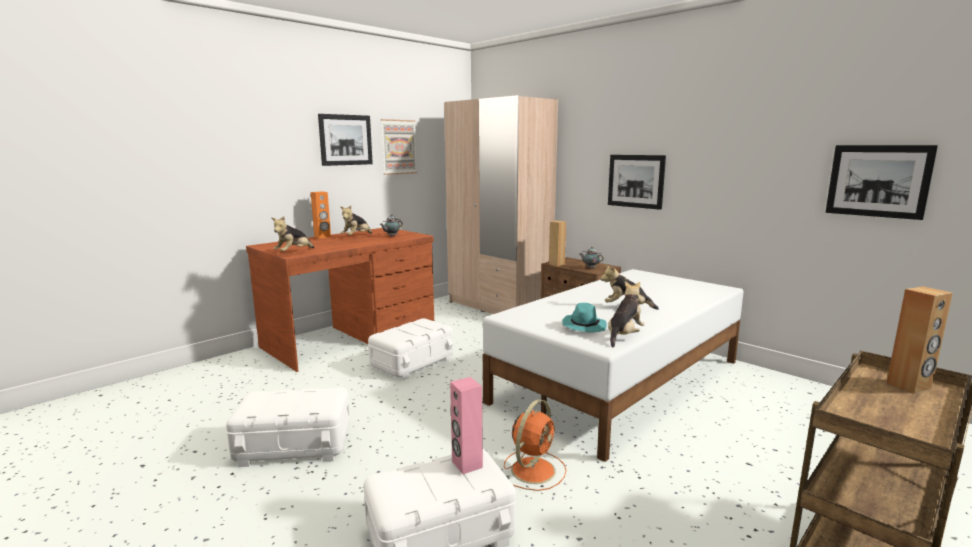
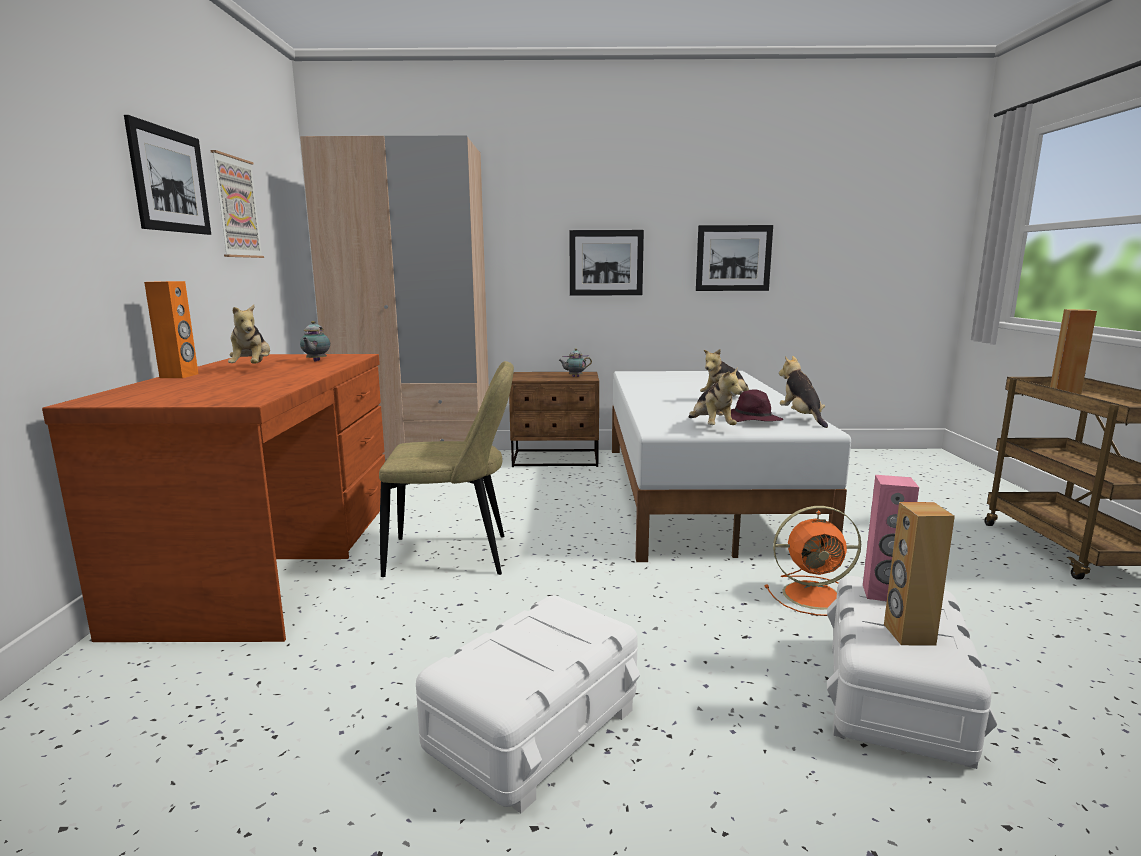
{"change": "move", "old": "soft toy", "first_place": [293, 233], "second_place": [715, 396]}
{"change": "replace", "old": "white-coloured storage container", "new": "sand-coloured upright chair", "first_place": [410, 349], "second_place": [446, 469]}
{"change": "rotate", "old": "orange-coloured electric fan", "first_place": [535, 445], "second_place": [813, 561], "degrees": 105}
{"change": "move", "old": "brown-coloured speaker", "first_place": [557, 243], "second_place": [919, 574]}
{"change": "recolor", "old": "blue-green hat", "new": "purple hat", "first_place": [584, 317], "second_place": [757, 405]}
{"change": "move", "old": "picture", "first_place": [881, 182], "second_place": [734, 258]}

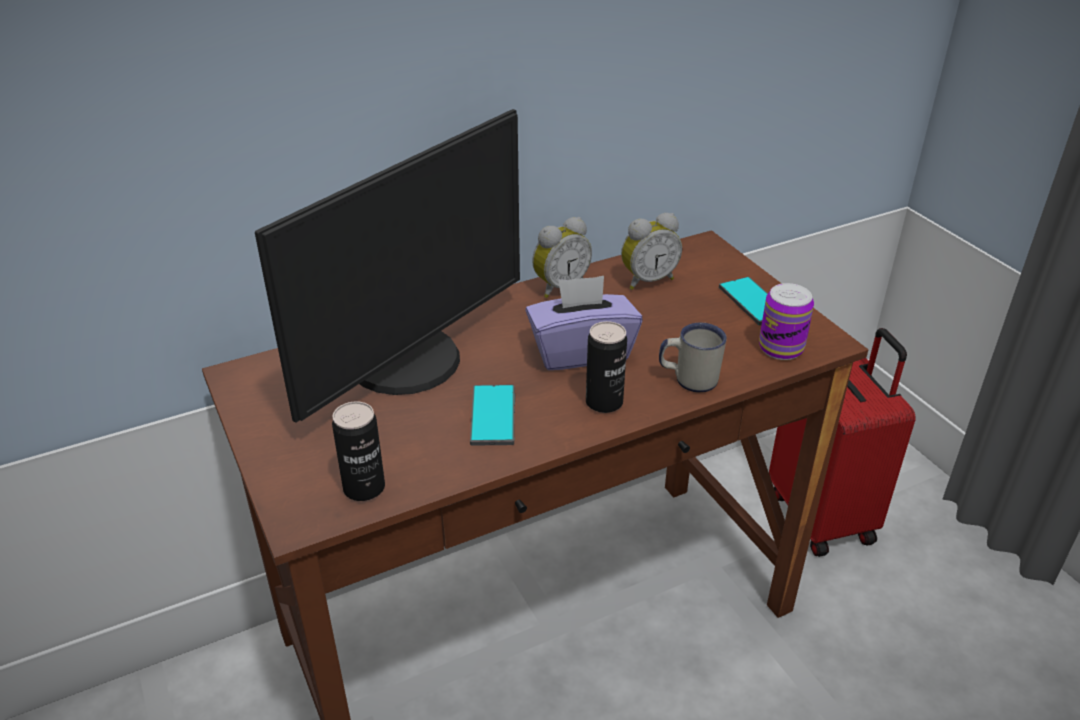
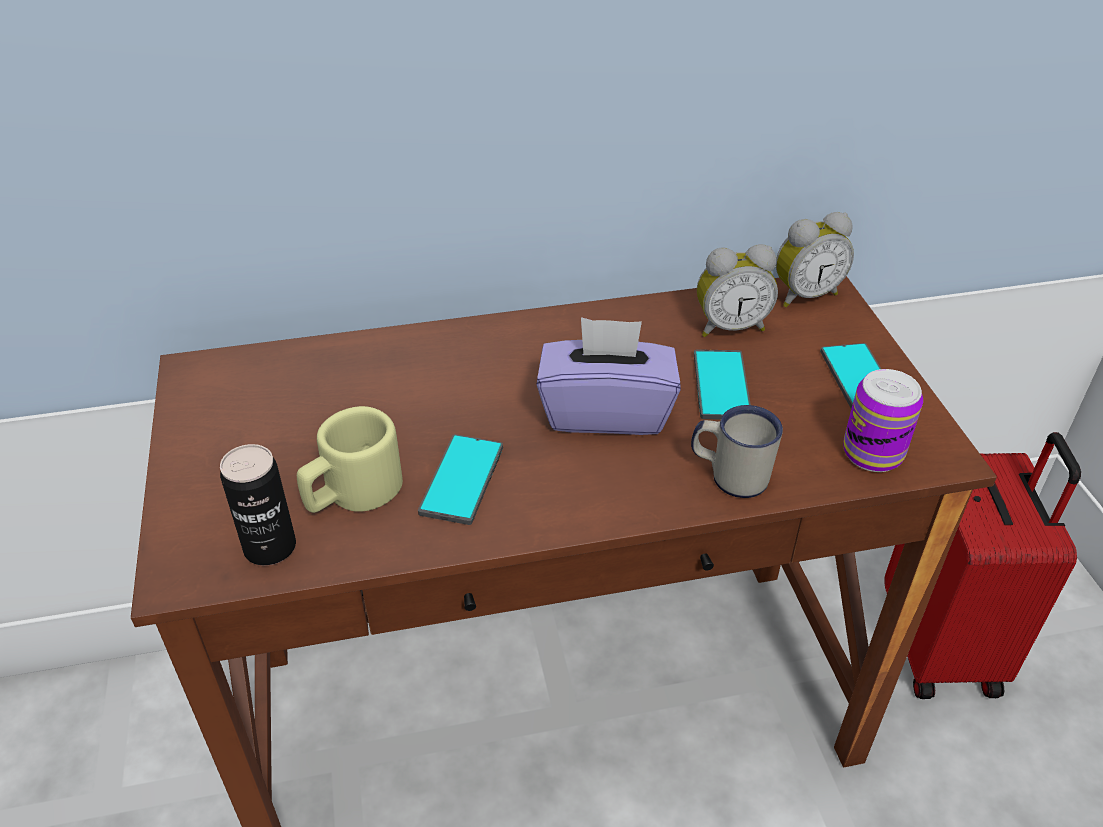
{"change": "delete", "old": "computer display", "first_place": [387, 266]}
{"change": "move", "old": "alarm clock", "first_place": [562, 257], "second_place": [815, 260]}
{"change": "delete", "old": "sealed can", "first_place": [606, 367]}
{"change": "insert", "new": "sand-coloured mug", "second_place": [350, 459]}
{"change": "insert", "new": "phone", "second_place": [722, 384]}

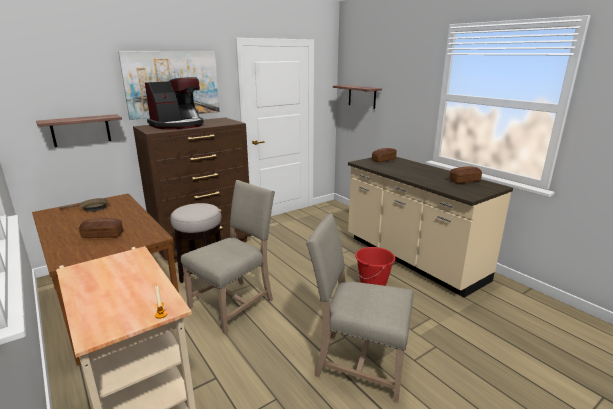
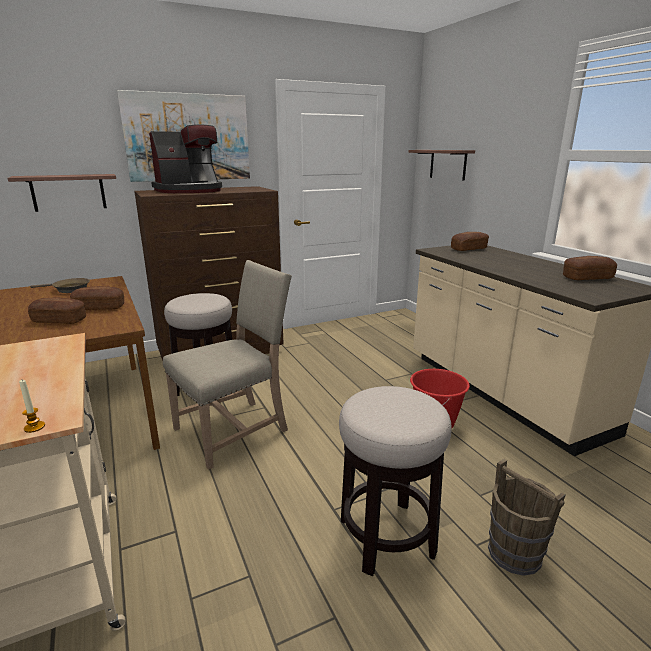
{"change": "replace", "old": "sand-coloured upright chair", "new": "stool seat", "first_place": [359, 308], "second_place": [395, 481]}
{"change": "insert", "new": "bakery bread", "second_place": [97, 298]}
{"change": "insert", "new": "brown-coloured water bucket", "second_place": [527, 517]}

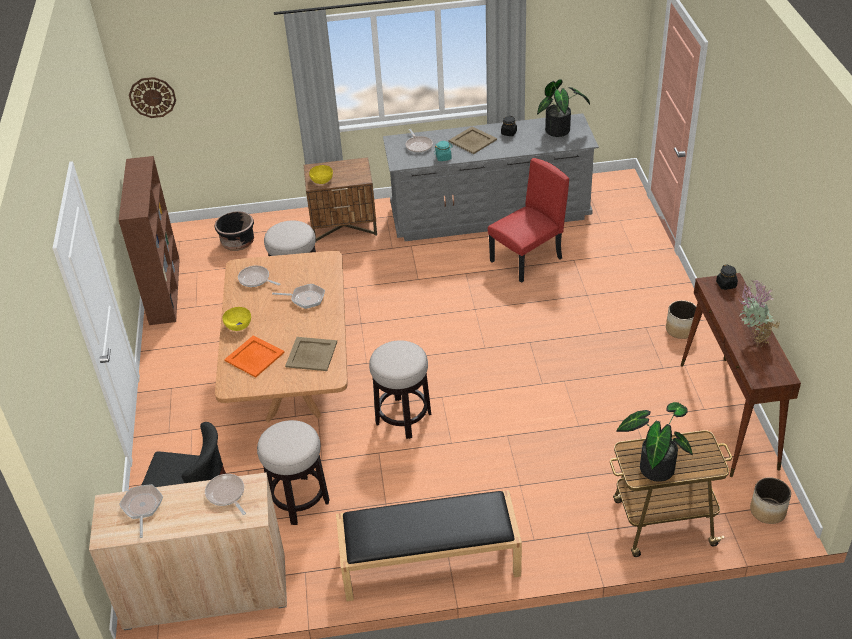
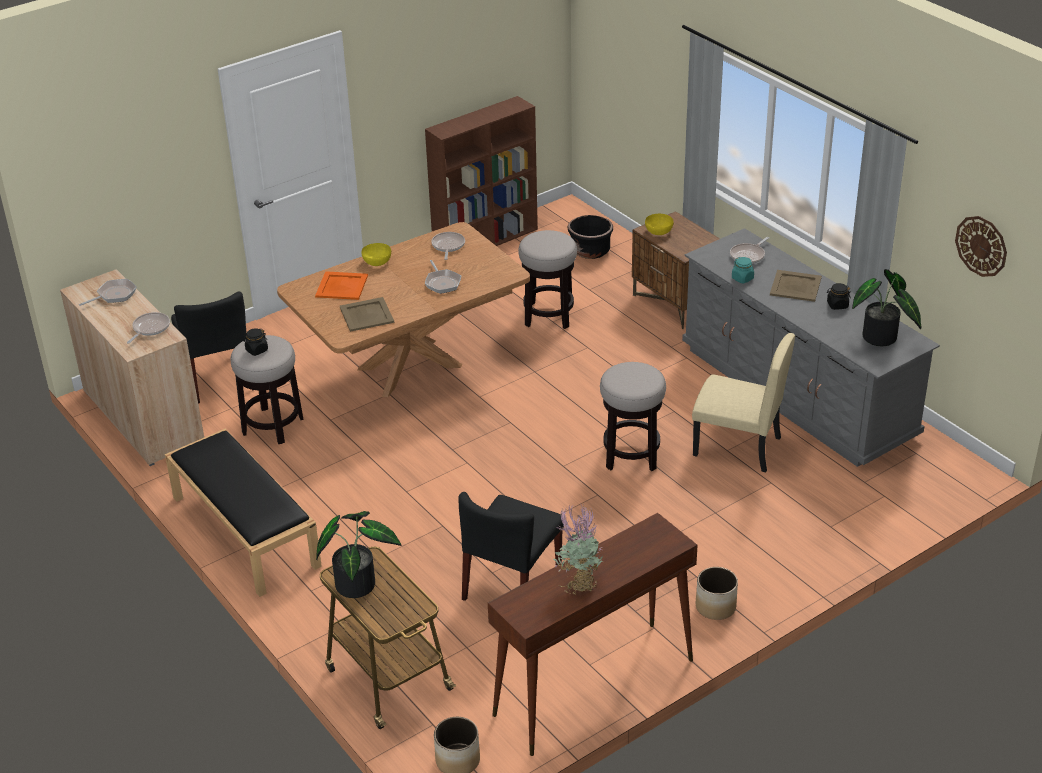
{"change": "move", "old": "wall clock", "first_place": [152, 97], "second_place": [981, 246]}
{"change": "move", "old": "stool seat", "first_place": [400, 389], "second_place": [633, 416]}
{"change": "recolor", "old": "red upright chair", "new": "sand-coloured upright chair", "first_place": [528, 220], "second_place": [743, 403]}
{"change": "move", "old": "blackish preserve jar", "first_place": [727, 277], "second_place": [256, 342]}
{"change": "insert", "new": "blackish upright chair", "second_place": [511, 546]}

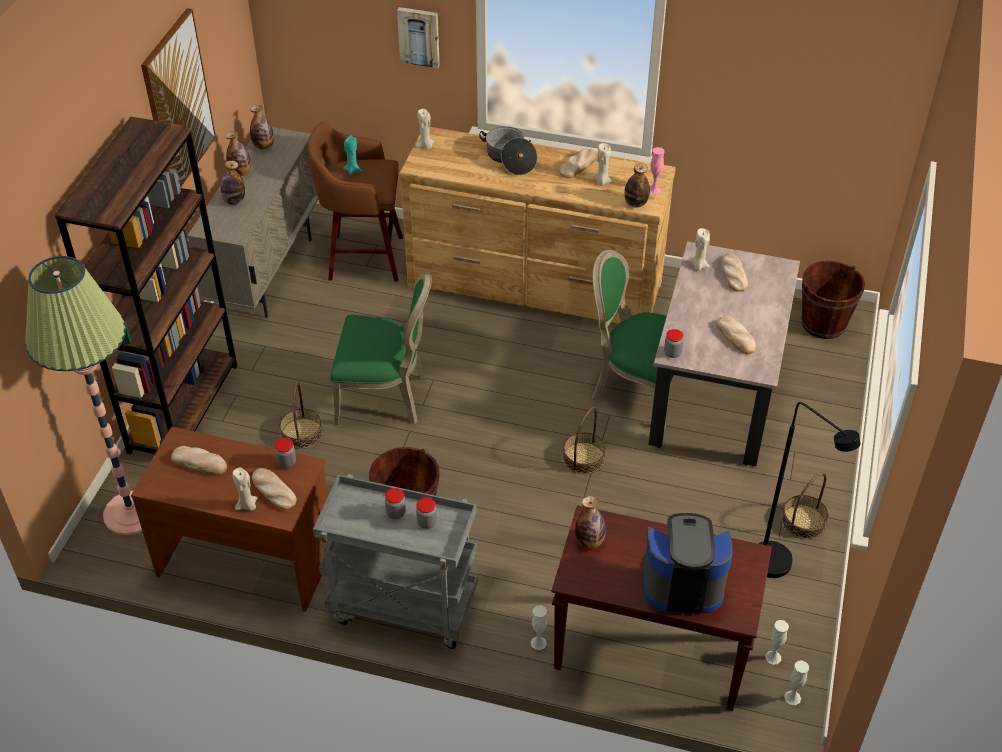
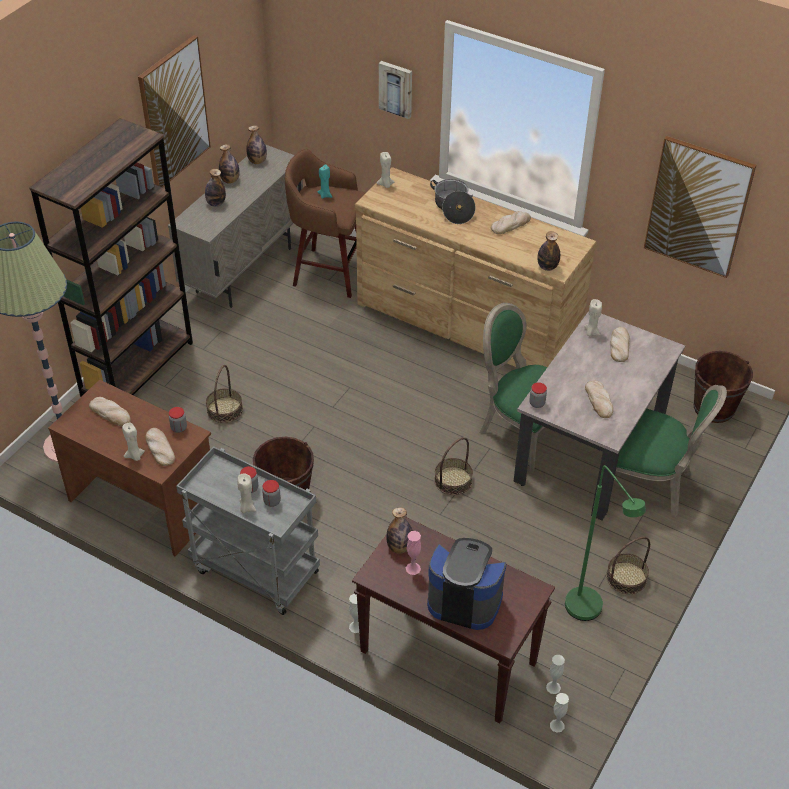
{"change": "move", "old": "green upright chair", "first_place": [381, 349], "second_place": [671, 451]}
{"change": "move", "old": "sand-coloured wax candle", "first_place": [603, 164], "second_place": [246, 493]}
{"change": "move", "old": "pink flower vase", "first_place": [657, 170], "second_place": [413, 553]}
{"change": "recolor", "old": "blackish standard lamp", "new": "green standard lamp", "first_place": [809, 490], "second_place": [605, 543]}
{"change": "insert", "new": "picture", "second_place": [700, 207]}

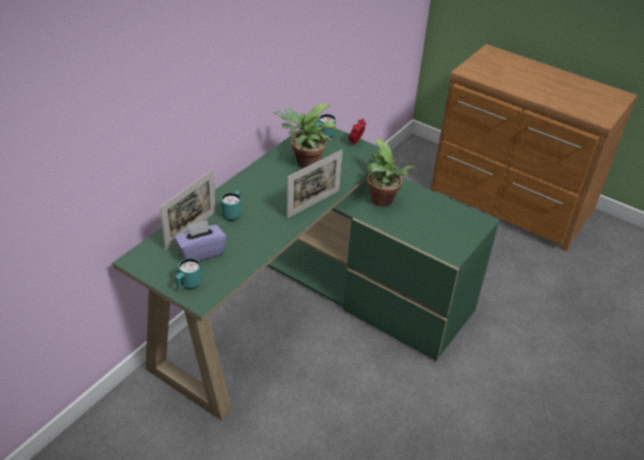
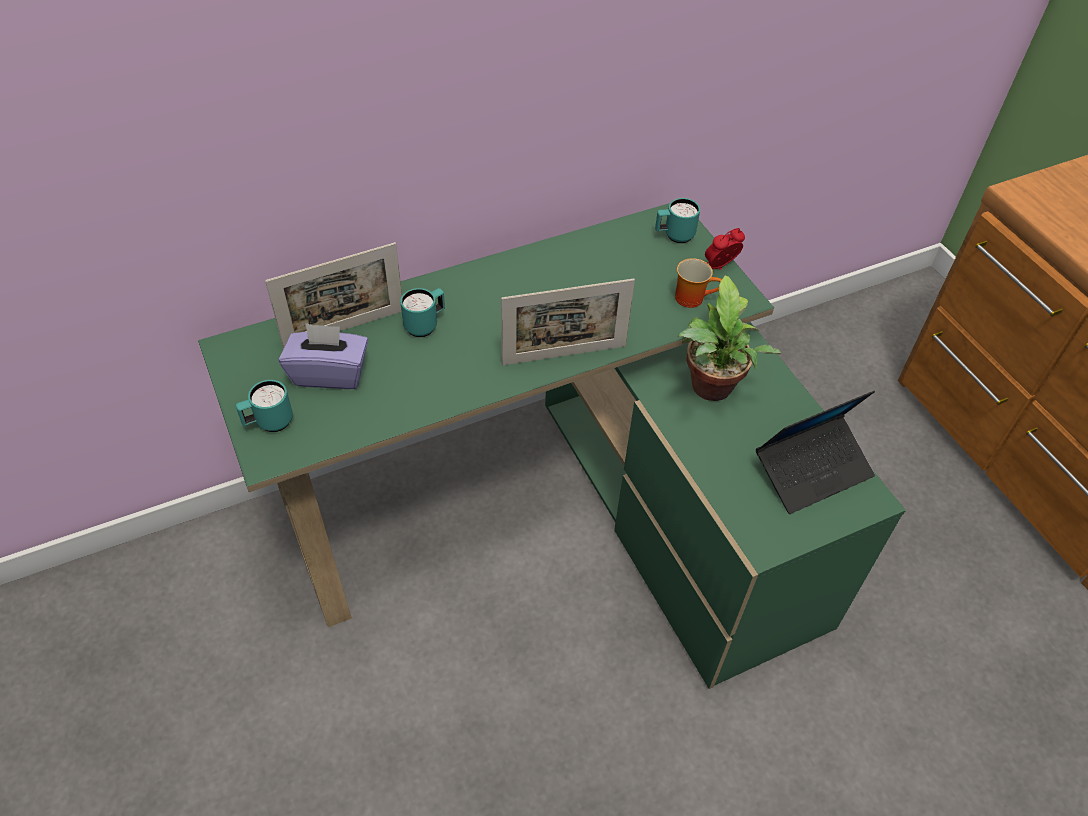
{"change": "delete", "old": "houseplant", "first_place": [305, 136]}
{"change": "insert", "new": "mug", "second_place": [698, 283]}
{"change": "insert", "new": "portable computer", "second_place": [815, 452]}

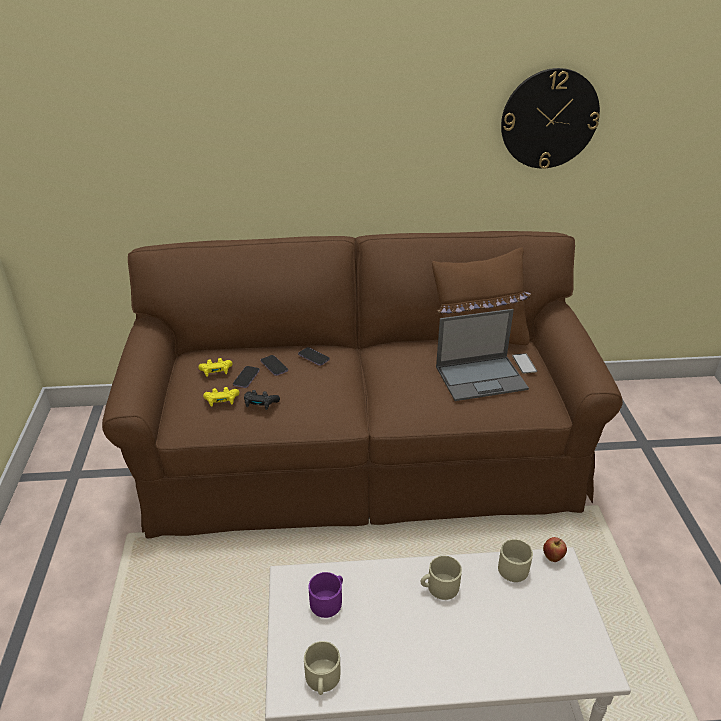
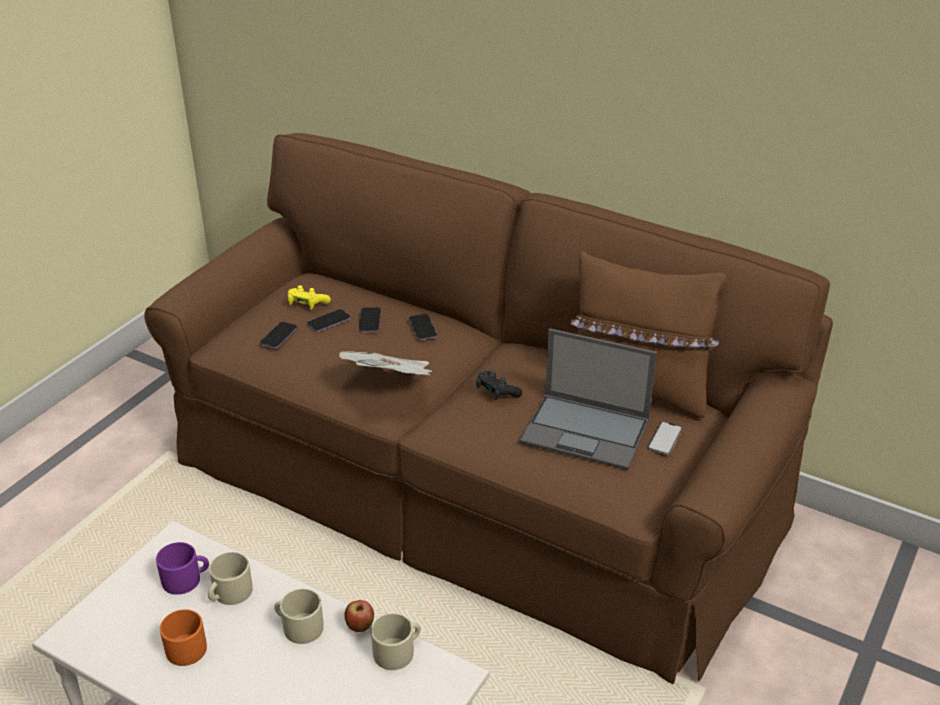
{"change": "replace", "old": "yellowish gamepad", "new": "phone", "first_place": [221, 397], "second_place": [279, 335]}
{"change": "move", "old": "blackish gamepad", "first_place": [262, 400], "second_place": [499, 385]}
{"change": "move", "old": "sand-coloured mug", "first_place": [322, 668], "second_place": [230, 578]}
{"change": "delete", "old": "wall clock", "first_place": [550, 118]}
{"change": "move", "old": "whole apple", "first_place": [555, 549], "second_place": [359, 616]}
{"change": "insert", "new": "orange-coloured mug", "second_place": [183, 637]}
{"change": "insert", "new": "printed paper", "second_place": [385, 363]}

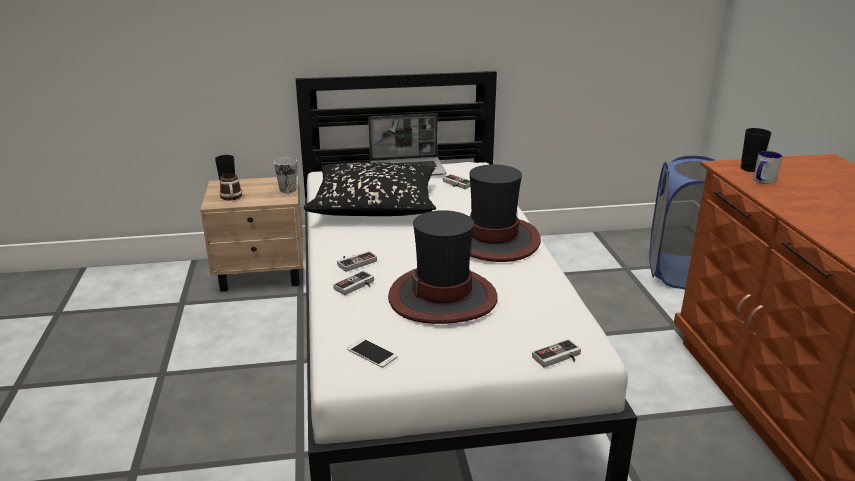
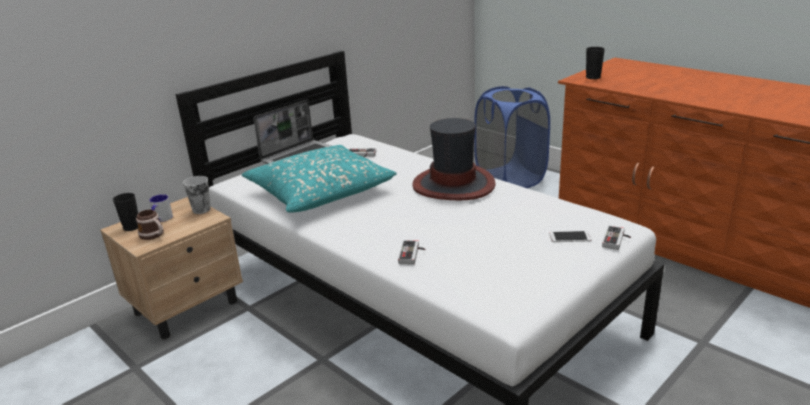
{"change": "recolor", "old": "blackish cushion", "new": "blue-green cushion", "first_place": [369, 189], "second_place": [319, 179]}
{"change": "delete", "old": "gamepad", "first_place": [357, 261]}
{"change": "move", "old": "phone", "first_place": [372, 353], "second_place": [570, 236]}
{"change": "delete", "old": "hat", "first_place": [443, 267]}
{"change": "move", "old": "mug", "first_place": [767, 167], "second_place": [161, 208]}

